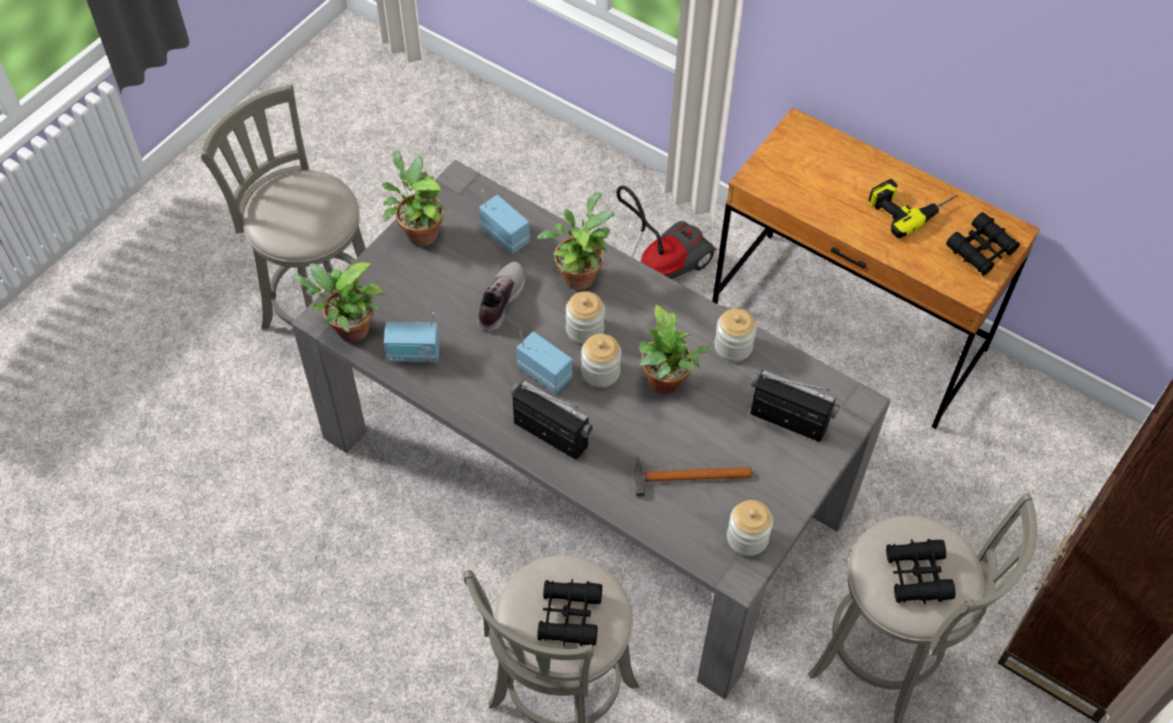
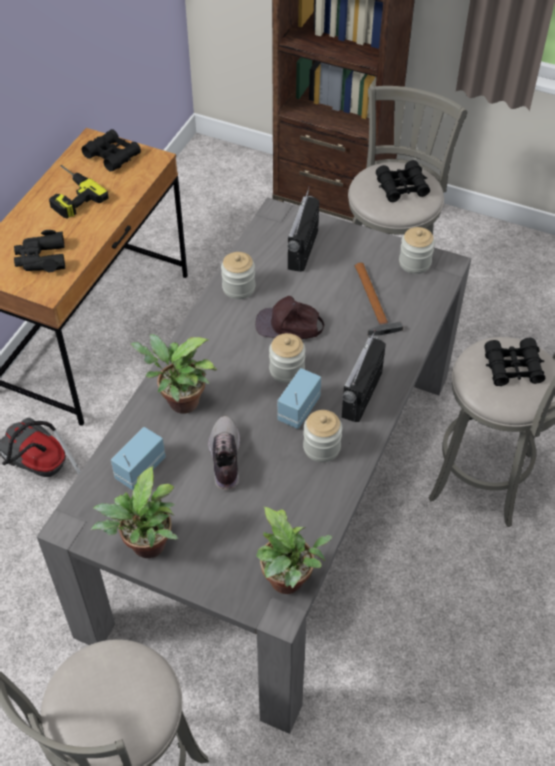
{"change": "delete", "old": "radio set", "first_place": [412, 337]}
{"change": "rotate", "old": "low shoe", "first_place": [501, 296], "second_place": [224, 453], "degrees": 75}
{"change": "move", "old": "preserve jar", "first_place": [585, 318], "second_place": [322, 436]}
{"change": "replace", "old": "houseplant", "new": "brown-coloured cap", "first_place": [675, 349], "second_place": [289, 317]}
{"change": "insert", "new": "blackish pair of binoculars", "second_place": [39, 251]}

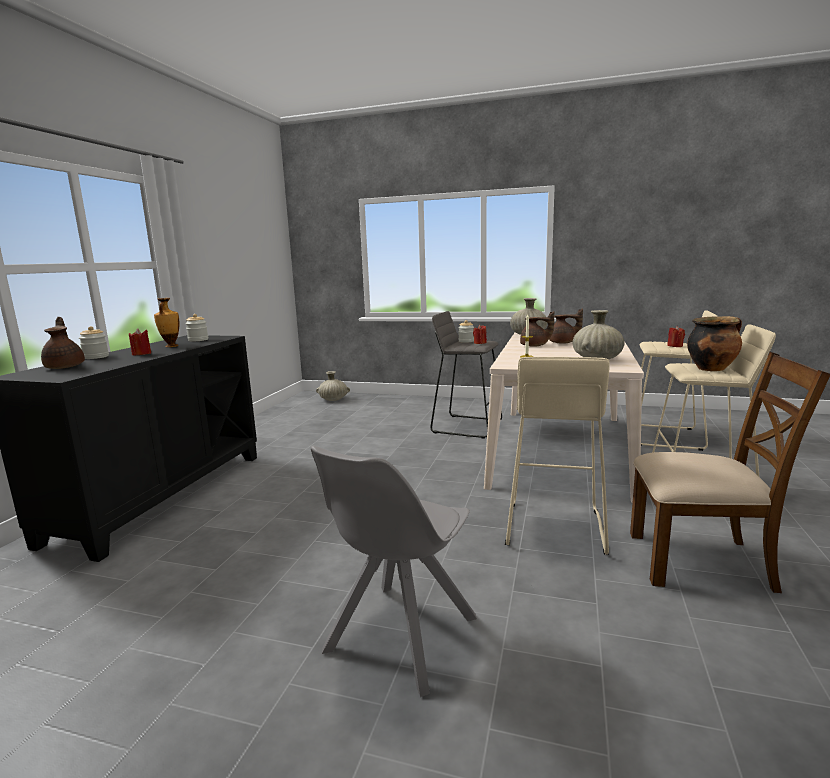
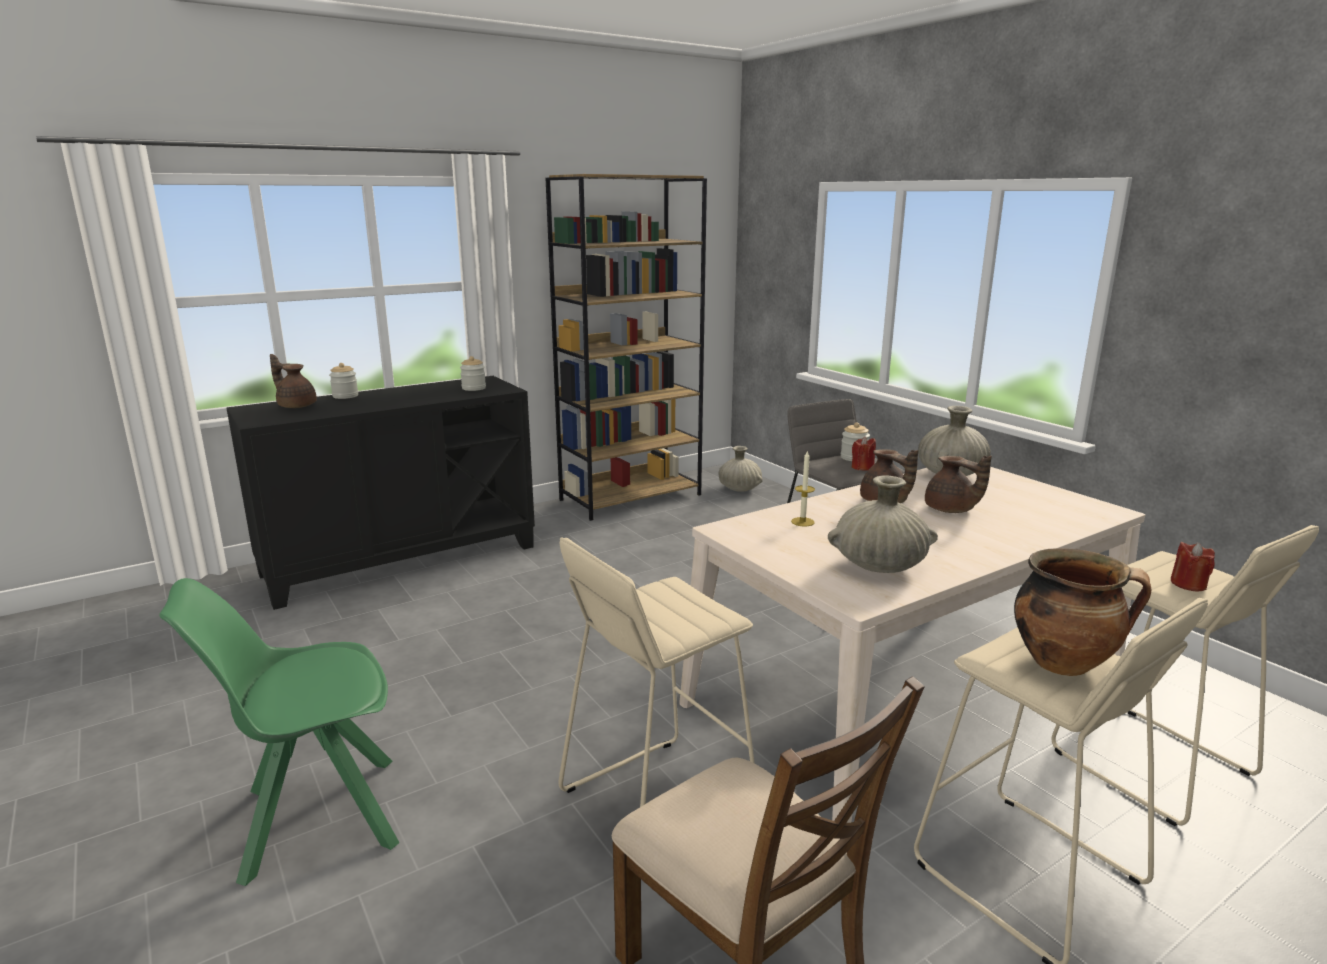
{"change": "rotate", "old": "brown-coloured tea pot", "first_place": [63, 343], "second_place": [293, 381], "degrees": -75}
{"change": "delete", "old": "red wax candle", "first_place": [140, 342]}
{"change": "delete", "old": "flower vase", "first_place": [166, 322]}
{"change": "recolor", "old": "greyish upright chair", "new": "green upright chair", "first_place": [394, 571], "second_place": [279, 732]}
{"change": "insert", "new": "brown-coloured bookcase", "second_place": [626, 347]}

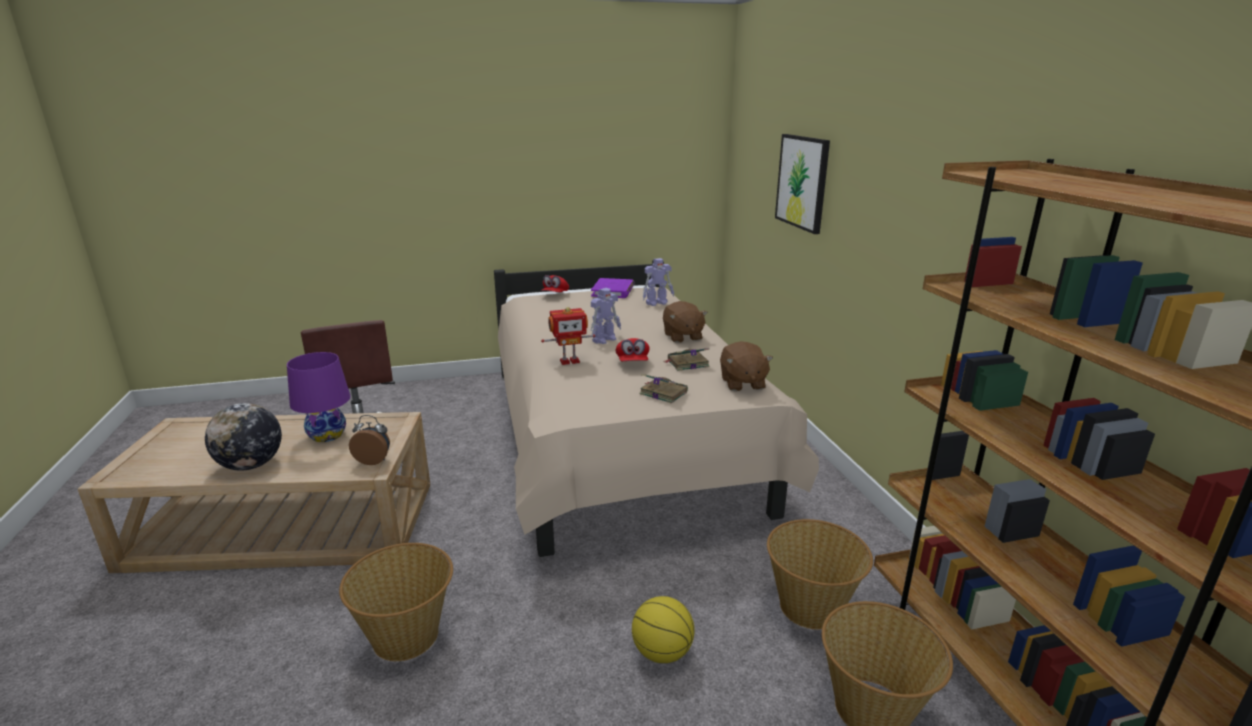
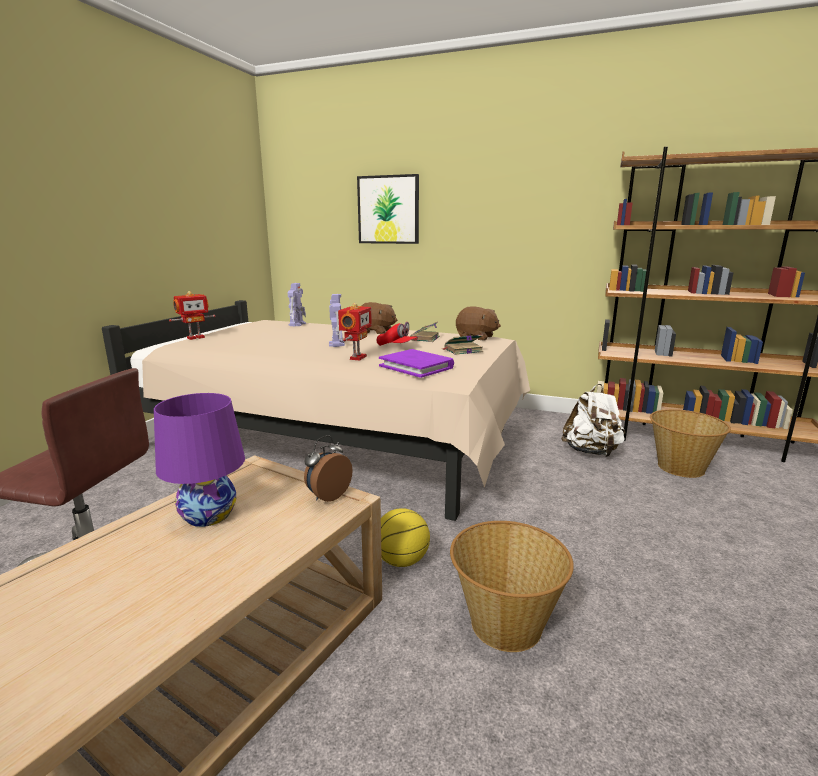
{"change": "delete", "old": "world globe", "first_place": [243, 437]}
{"change": "replace", "old": "red cap", "new": "toy robot", "first_place": [555, 283], "second_place": [192, 315]}
{"change": "move", "old": "purple book", "first_place": [613, 288], "second_place": [416, 363]}
{"change": "move", "old": "ball for basketball", "first_place": [663, 629], "second_place": [405, 537]}
{"change": "replace", "old": "household basket", "new": "white-coloured knapsack", "first_place": [820, 574], "second_place": [593, 420]}

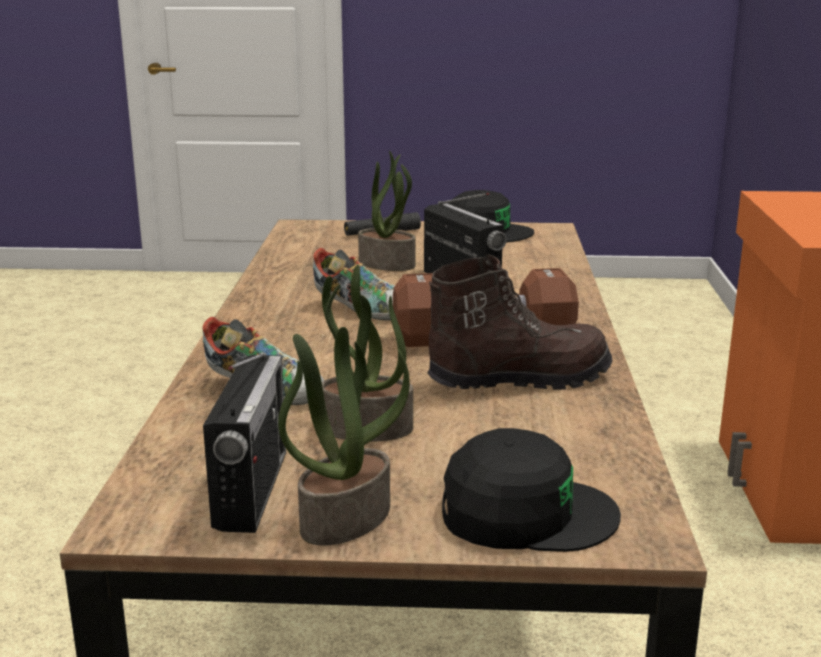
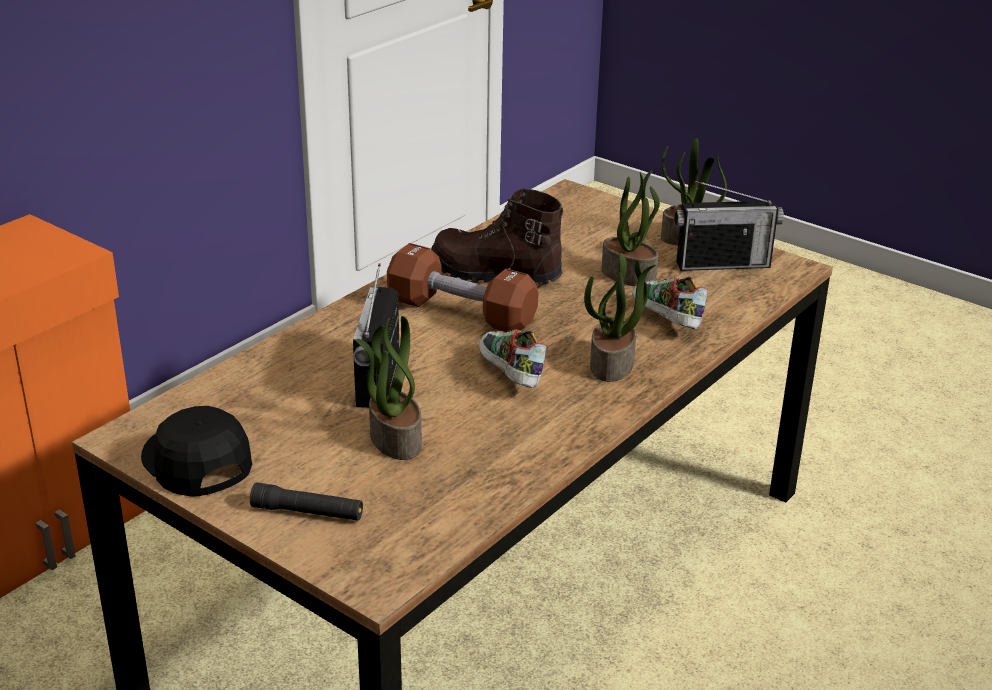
{"change": "rotate", "old": "radio set", "first_place": [244, 442], "second_place": [729, 226], "degrees": -135}
{"change": "delete", "old": "blackish cap", "first_place": [531, 490]}
{"change": "insert", "new": "houseplant", "second_place": [620, 317]}

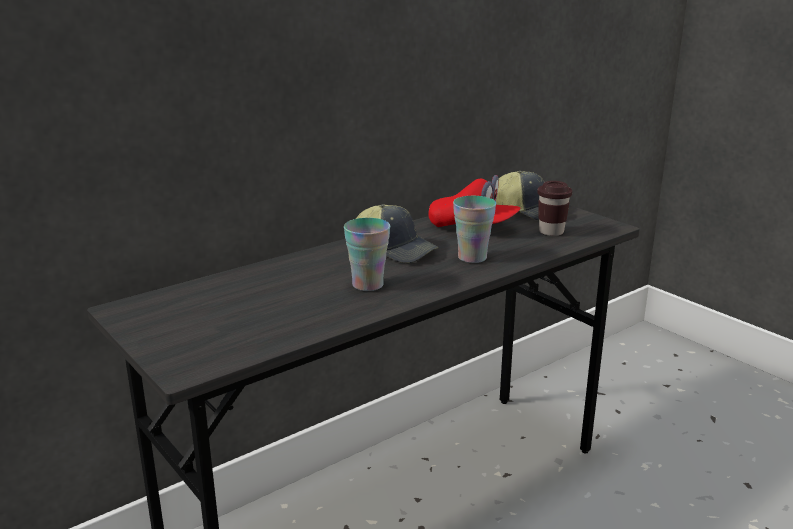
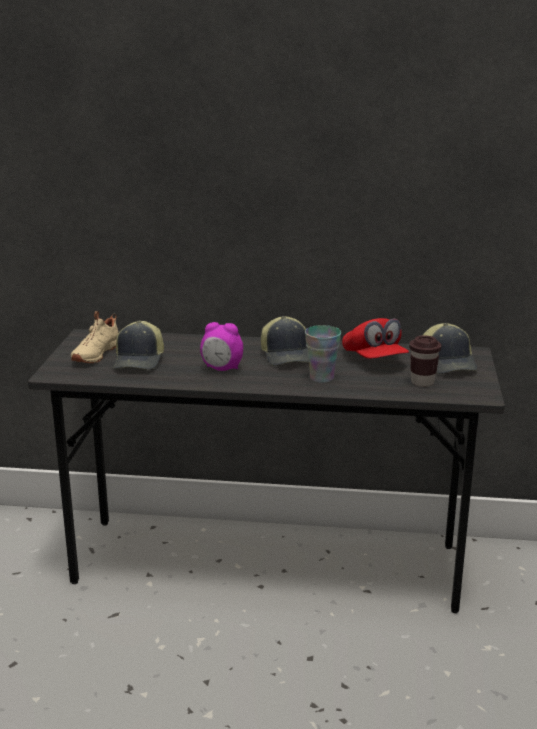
{"change": "replace", "old": "small cup", "new": "alarm clock", "first_place": [367, 254], "second_place": [221, 346]}
{"change": "insert", "new": "sand-coloured low shoe", "second_place": [95, 337]}
{"change": "insert", "new": "cap", "second_place": [138, 345]}

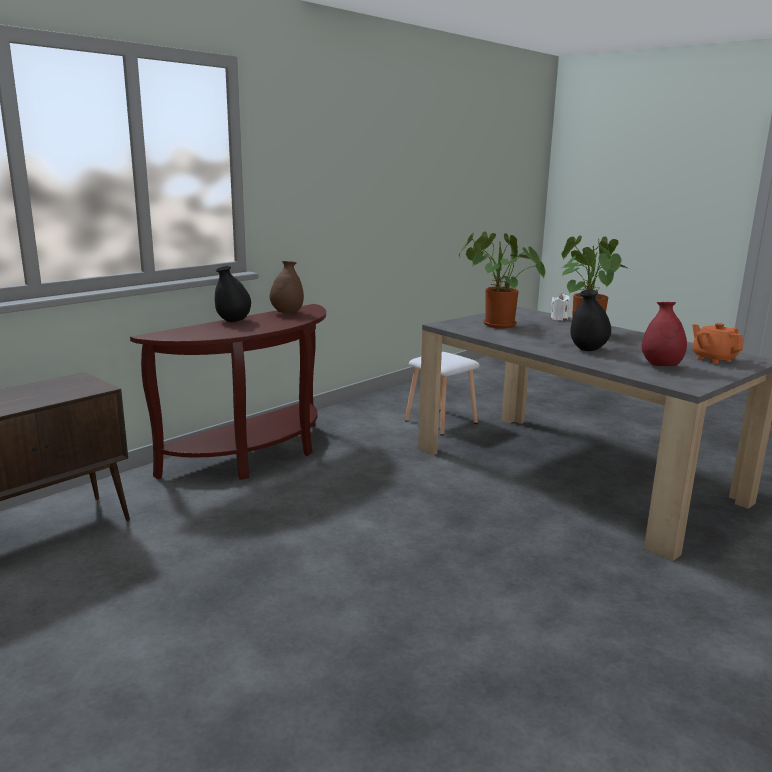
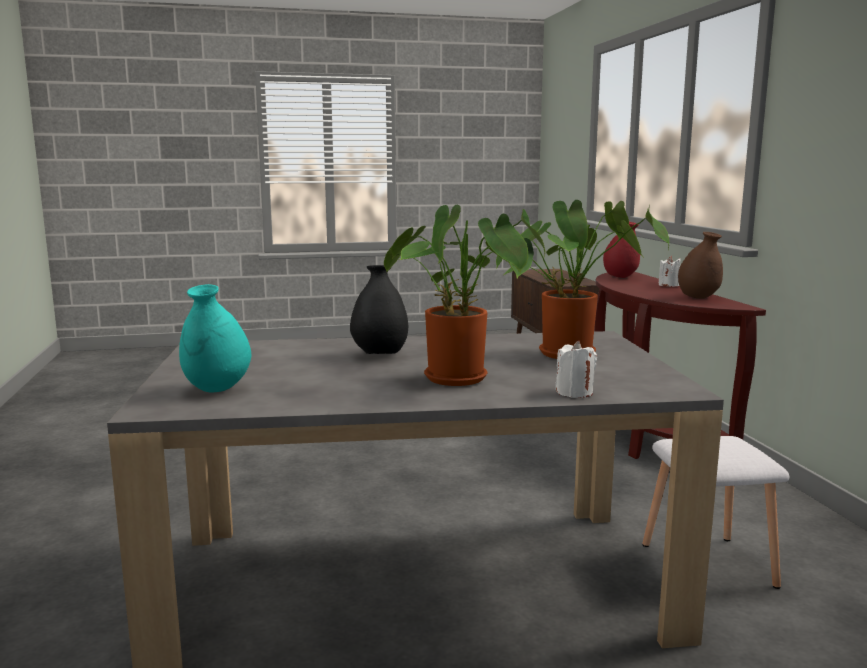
{"change": "replace", "old": "blackish flower vase", "new": "white-coloured wax candle", "first_place": [233, 294], "second_place": [669, 271]}
{"change": "move", "old": "red flower vase", "first_place": [664, 334], "second_place": [621, 250]}
{"change": "replace", "old": "orange-coloured tea pot", "new": "blue-green flower vase", "first_place": [717, 343], "second_place": [215, 338]}

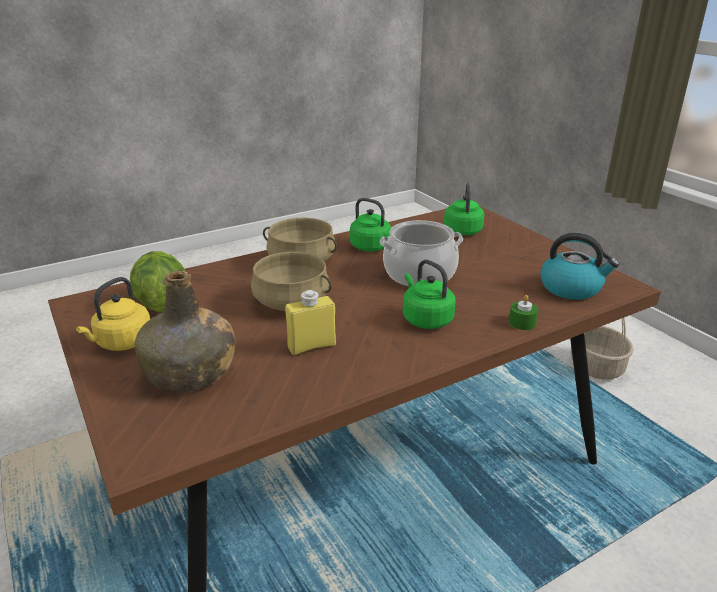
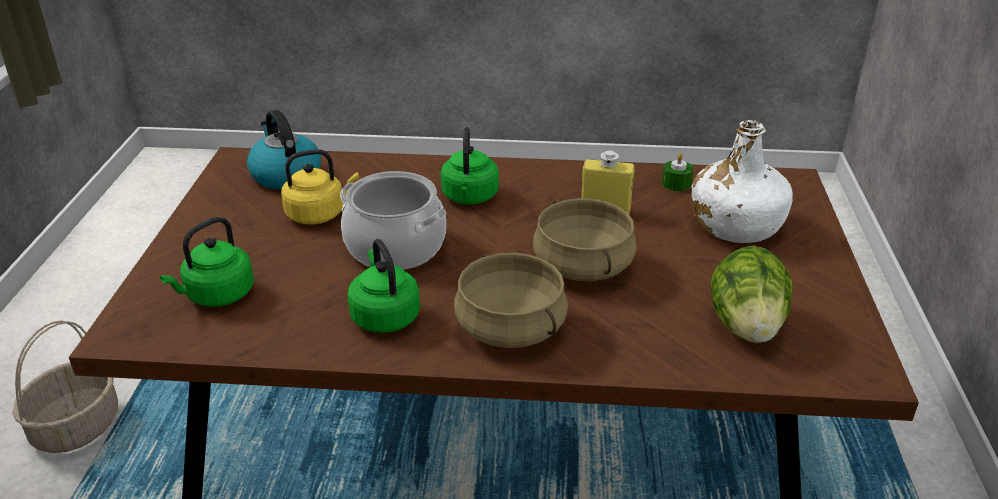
{"change": "move", "old": "yellowish water kettle", "first_place": [113, 314], "second_place": [320, 187]}
{"change": "recolor", "old": "green bottle", "new": "white-coloured bottle", "first_place": [185, 331], "second_place": [742, 181]}
{"change": "move", "old": "green wax candle", "first_place": [524, 312], "second_place": [678, 172]}

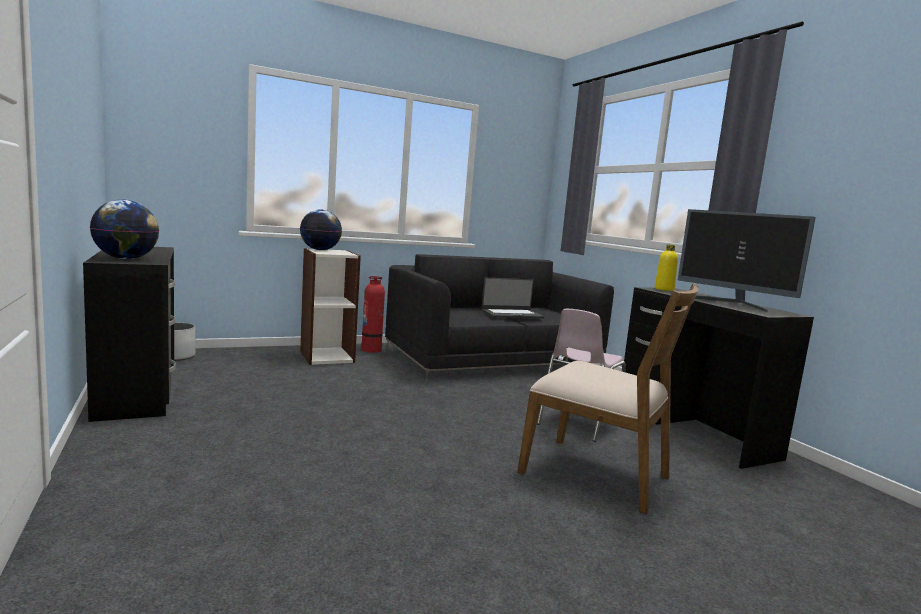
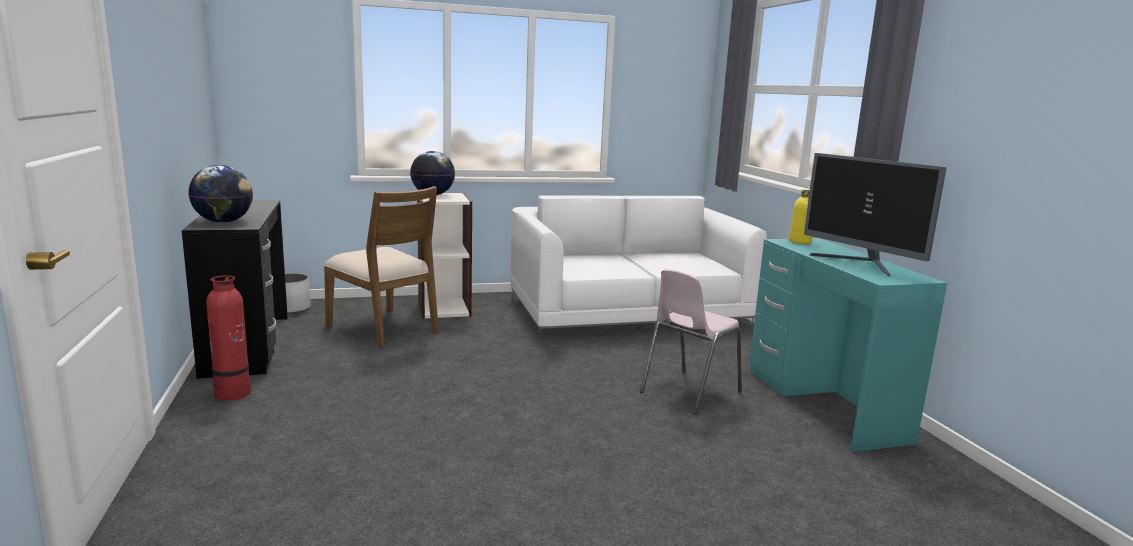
{"change": "move", "old": "fire extinguisher", "first_place": [373, 314], "second_place": [228, 338]}
{"change": "recolor", "old": "blackish settee", "new": "white-coloured settee", "first_place": [499, 318], "second_place": [638, 268]}
{"change": "delete", "old": "portable computer", "first_place": [513, 297]}
{"change": "move", "old": "brown-coloured upright chair", "first_place": [608, 399], "second_place": [381, 267]}
{"change": "recolor", "old": "blackish desk table", "new": "blue-green desk table", "first_place": [719, 378], "second_place": [848, 345]}

